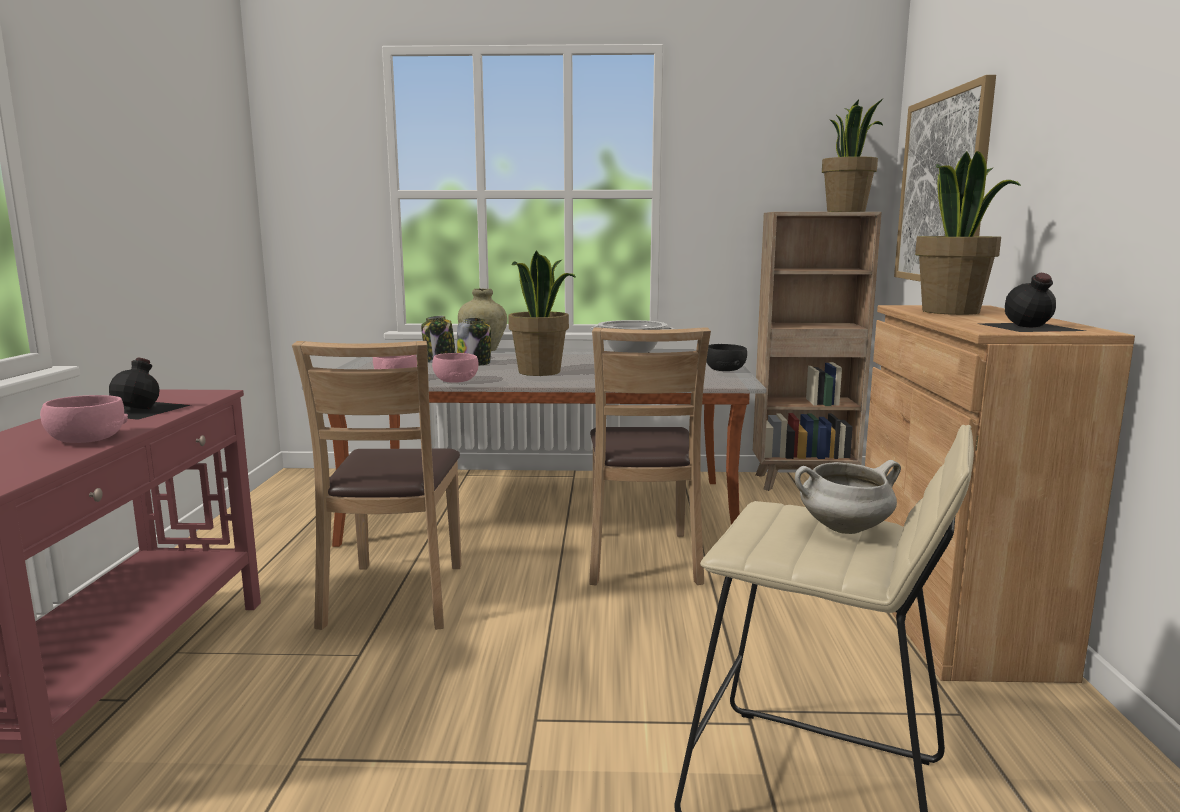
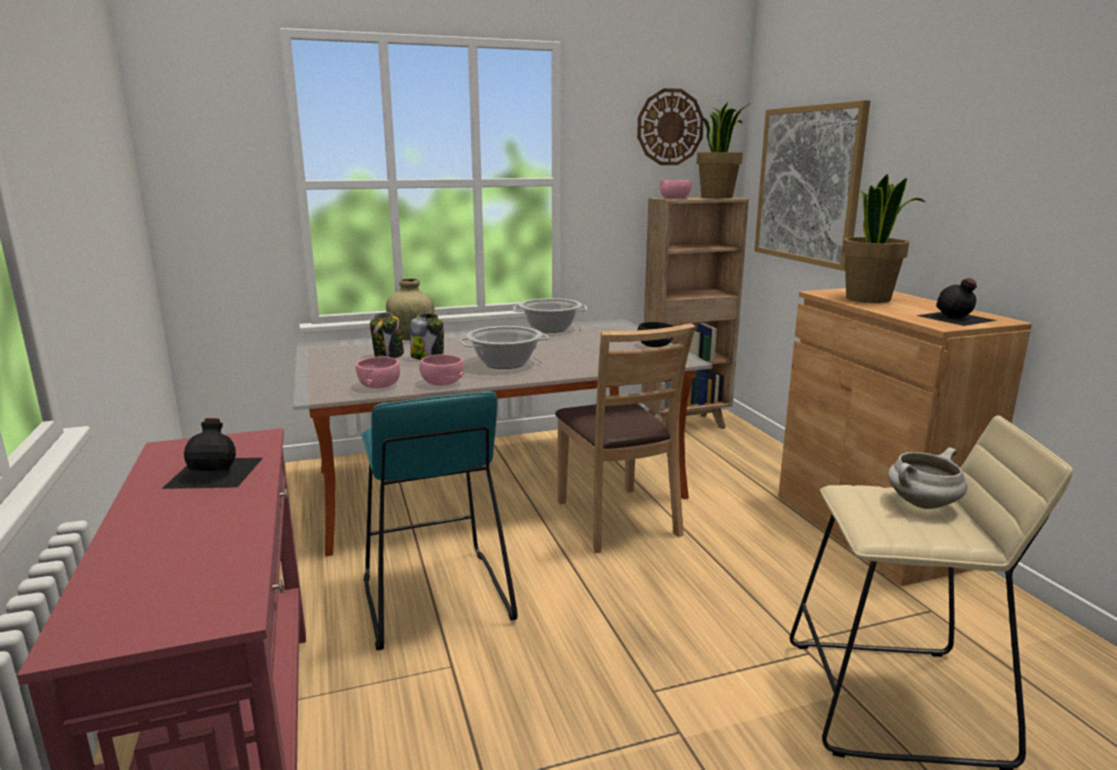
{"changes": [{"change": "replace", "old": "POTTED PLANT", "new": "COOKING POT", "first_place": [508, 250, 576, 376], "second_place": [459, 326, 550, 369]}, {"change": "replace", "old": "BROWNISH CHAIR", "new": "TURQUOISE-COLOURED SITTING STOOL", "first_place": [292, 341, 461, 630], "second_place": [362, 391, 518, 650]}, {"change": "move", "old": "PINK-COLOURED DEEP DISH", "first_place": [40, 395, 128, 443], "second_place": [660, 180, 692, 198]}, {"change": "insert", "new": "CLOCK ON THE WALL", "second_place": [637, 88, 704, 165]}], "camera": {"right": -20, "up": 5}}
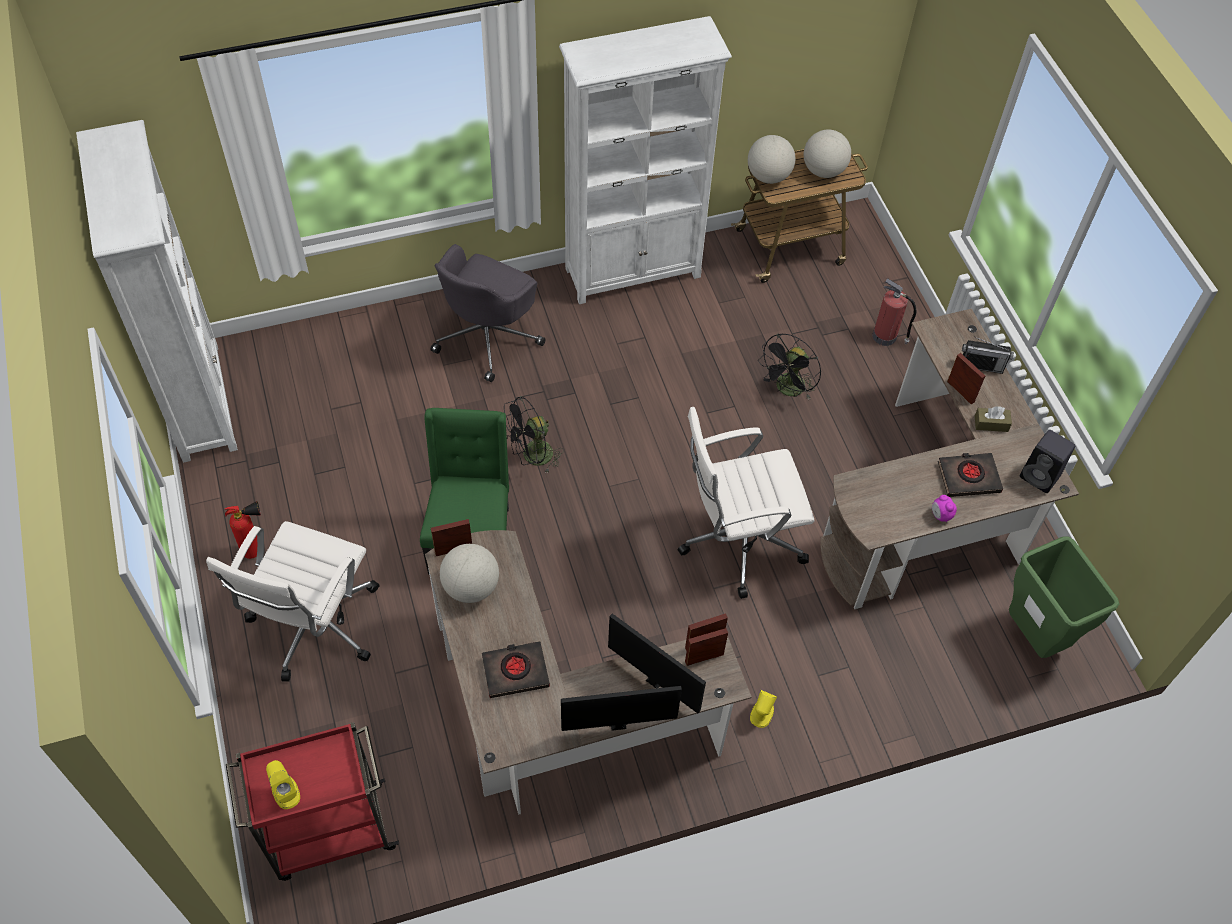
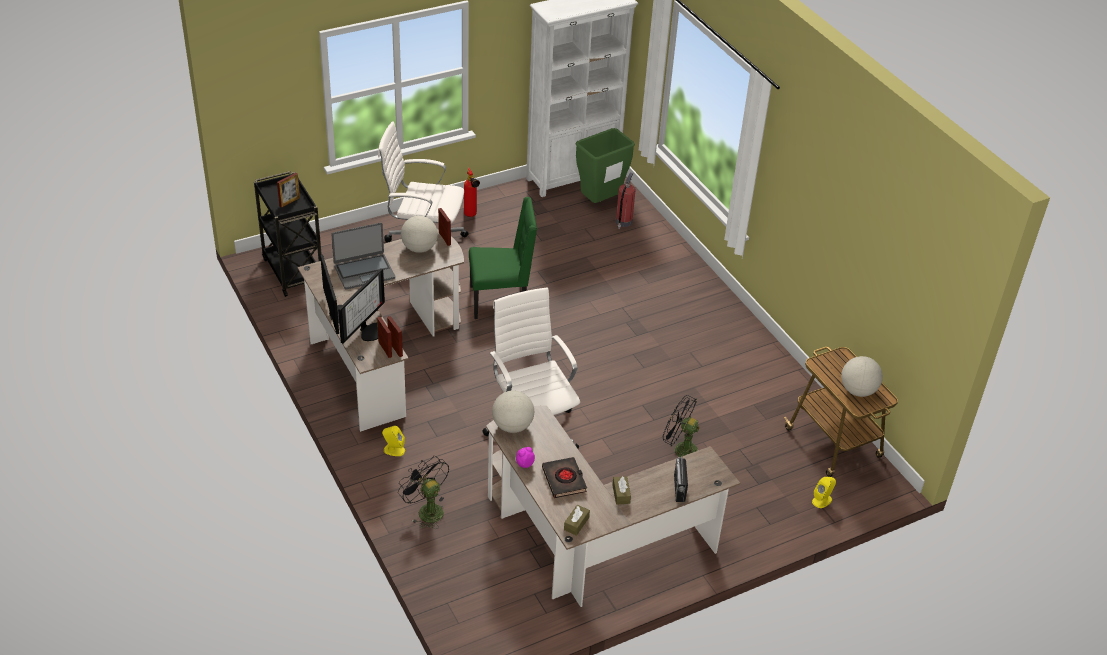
{"changes": [{"change": "delete", "old": "WHITE BOOKCASE", "first_place": [559, 16, 732, 304]}, {"change": "move", "old": "WORLD GLOBE", "first_place": [748, 135, 795, 184], "second_place": [492, 390, 534, 433]}, {"change": "delete", "old": "GRAY OFFICE CHAIR", "first_place": [431, 244, 546, 382]}, {"change": "move", "old": "FIRE EXTINGUISHER", "first_place": [873, 278, 917, 346], "second_place": [616, 172, 635, 229]}, {"change": "move", "old": "STANDING FRAME", "first_place": [947, 353, 985, 404], "second_place": [277, 173, 300, 208]}, {"change": "move", "old": "BLACK COOLING FAN", "first_place": [504, 396, 564, 474], "second_place": [398, 456, 449, 529]}, {"change": "replace", "old": "BLACK AUDIO SPEAKER", "new": "BROWNISH TISSUE BOX", "first_place": [1020, 430, 1075, 493], "second_place": [564, 505, 590, 536]}, {"change": "move", "old": "GREEN-COLOURED RUBBISH BIN", "first_place": [1009, 537, 1119, 658], "second_place": [576, 128, 635, 203]}, {"change": "replace", "old": "BLACK BOUND BOOK", "new": "LAPTOP", "first_place": [482, 641, 550, 698], "second_place": [331, 223, 395, 289]}, {"change": "recolor", "old": "RED TROLLEY", "new": "BLACK TROLLEY", "first_place": [226, 722, 399, 881], "second_place": [254, 171, 322, 297]}, {"change": "move", "old": "YELLOW AUDIO SPEAKER", "first_place": [266, 760, 300, 809], "second_place": [812, 477, 836, 508]}], "camera": {"right": 80, "up": -15}}
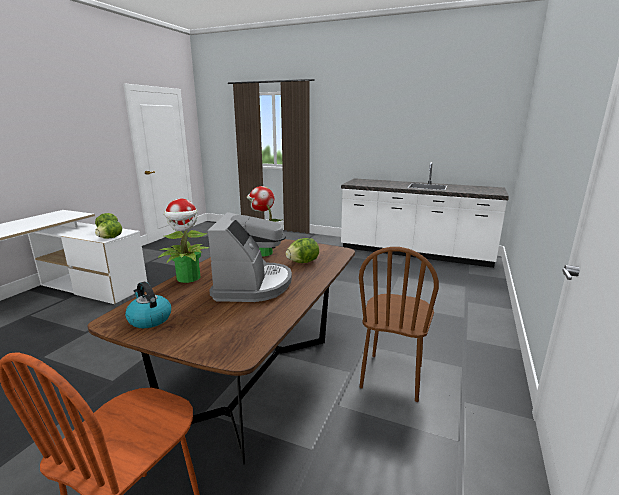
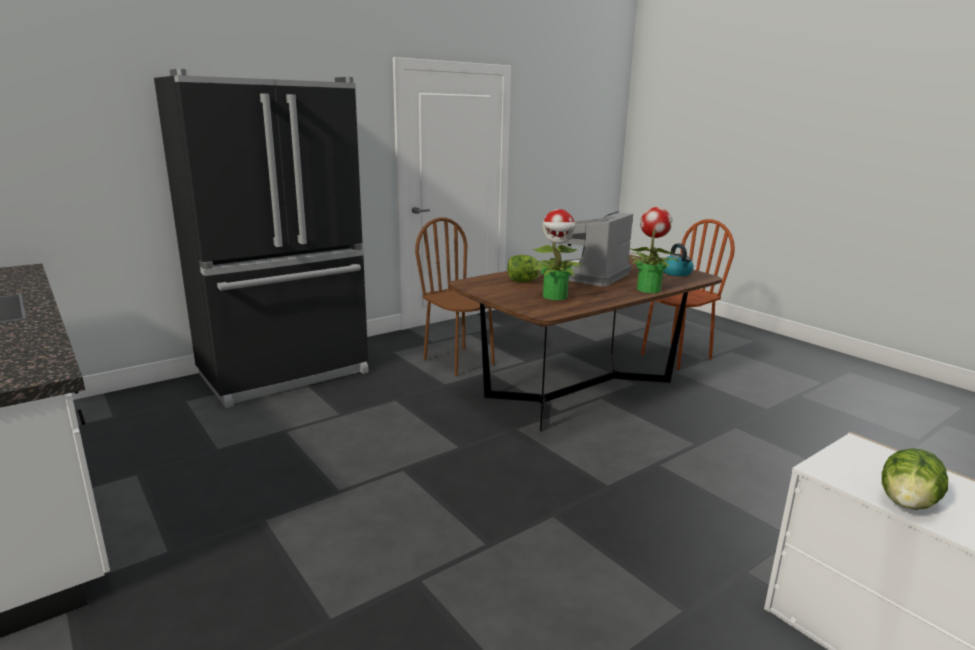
{"changes": [{"change": "delete", "old": "LETTUCE", "first_place": [95, 220, 122, 239]}, {"change": "rotate", "old": "BROWNISH CHAIR", "first_place": [359, 247, 439, 402], "second_place": [415, 217, 495, 376], "degrees": -90}, {"change": "insert", "new": "BLACK FRIDGE", "second_place": [154, 69, 369, 408]}], "camera": {"right": -150, "up": 0}}
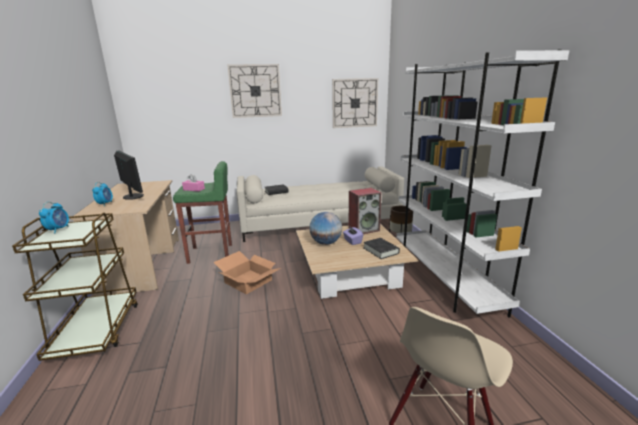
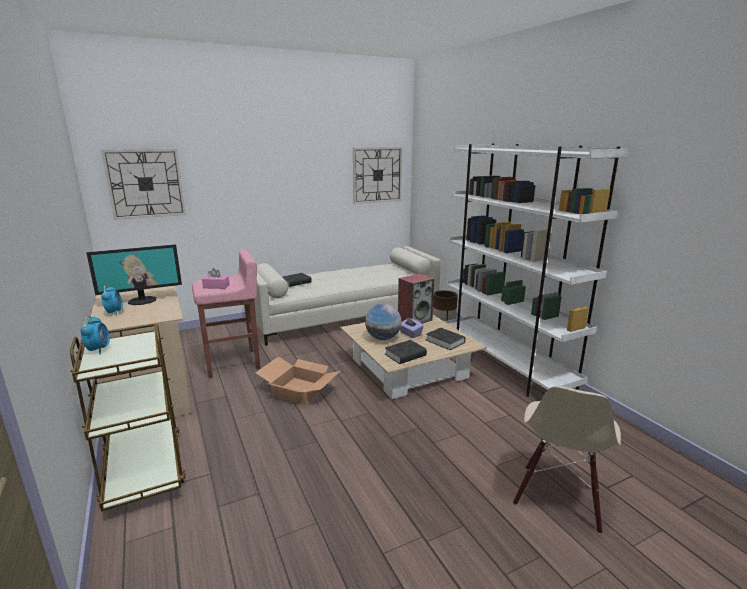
{"changes": [{"change": "move", "old": "CLOCK ON THE WALL", "first_place": [227, 64, 282, 118], "second_place": [101, 149, 186, 220]}, {"change": "rotate", "old": "MONITOR", "first_place": [114, 151, 144, 200], "second_place": [87, 244, 182, 305], "degrees": 120}, {"change": "recolor", "old": "GREEN-COLOURED SITTING STOOL", "new": "PINK-COLOURED SITTING STOOL", "first_place": [173, 161, 232, 264], "second_place": [192, 250, 260, 378]}, {"change": "insert", "new": "BLACK BOUND BOOK", "second_place": [385, 340, 427, 364]}], "camera": {"right": -15, "up": 0}}
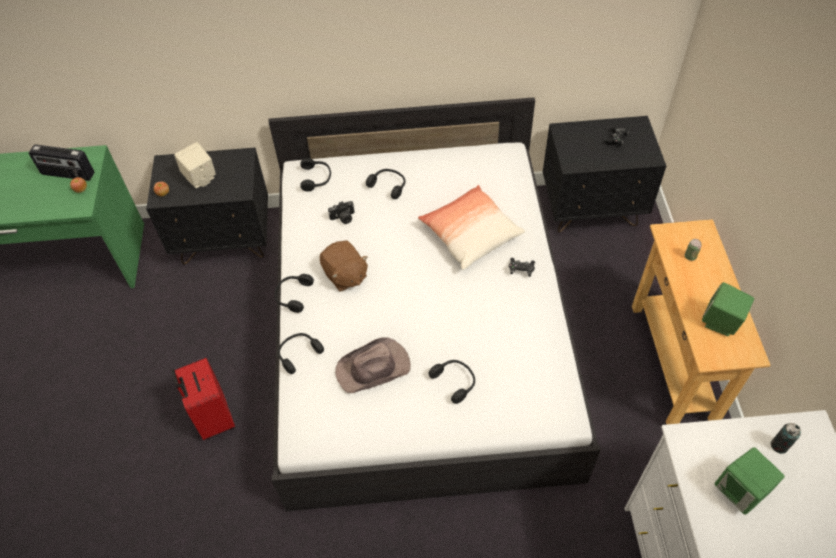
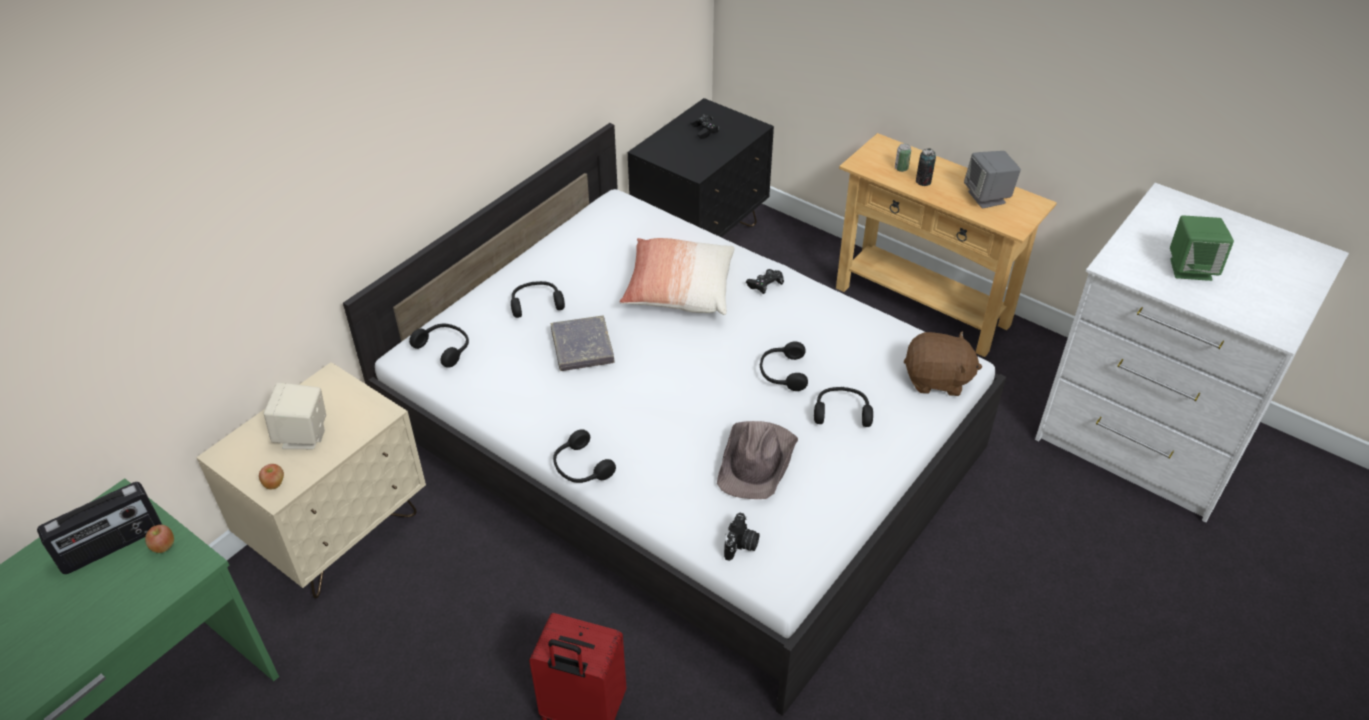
{"changes": [{"change": "recolor", "old": "BLACK NIGHTSTAND", "new": "BEIGE-COLOURED NIGHTSTAND", "first_place": [146, 147, 268, 264], "second_place": [196, 362, 426, 599]}, {"change": "move", "old": "STILL CAMERA", "first_place": [328, 201, 355, 224], "second_place": [724, 513, 760, 561]}, {"change": "move", "old": "BROWNISH SOFT TOY", "first_place": [320, 240, 368, 291], "second_place": [904, 331, 982, 396]}, {"change": "recolor", "old": "GREEN-COLOURED AUDIO SPEAKER", "new": "GRAY AUDIO SPEAKER", "first_place": [702, 282, 754, 336], "second_place": [964, 151, 1021, 209]}, {"change": "move", "old": "BLACK HEADSET", "first_place": [278, 333, 324, 374], "second_place": [760, 342, 808, 391]}, {"change": "move", "old": "SEALED CAN", "first_place": [771, 423, 801, 454], "second_place": [916, 149, 936, 186]}, {"change": "insert", "new": "GRAY BOUND BOOK", "second_place": [551, 315, 614, 371]}], "camera": {"right": -50, "up": -10}}
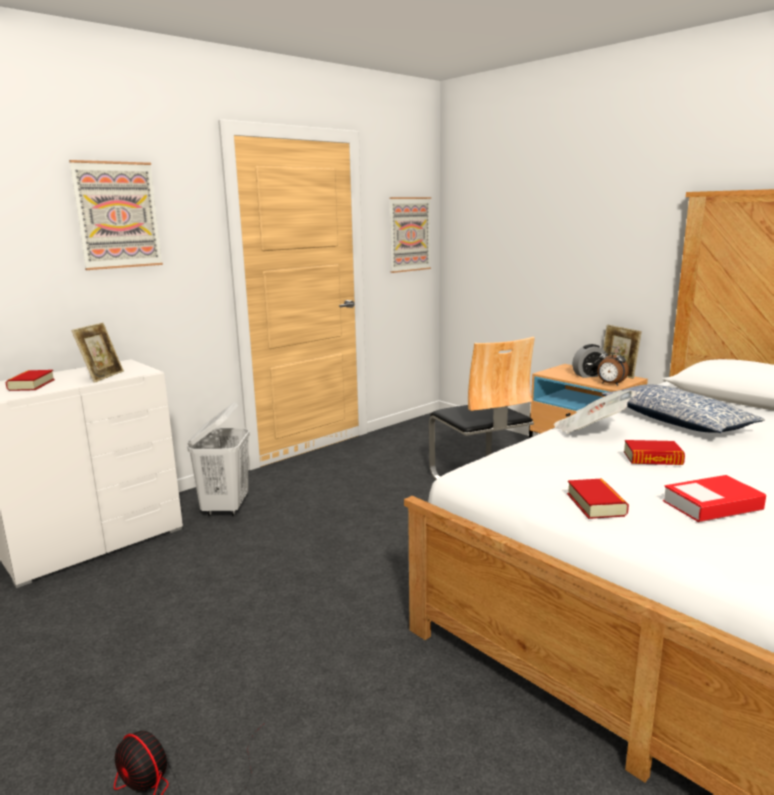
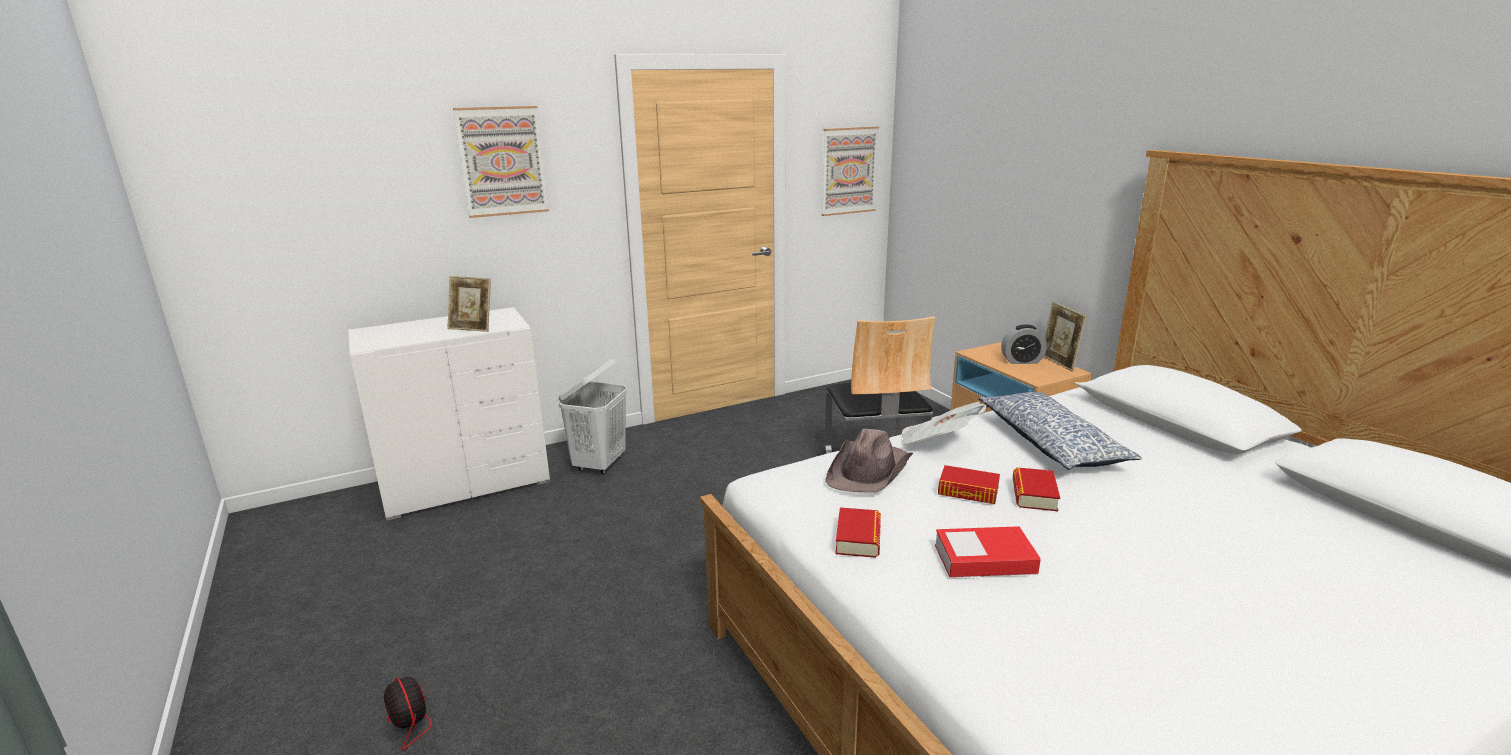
{"changes": [{"change": "rotate", "old": "STANDING FRAME", "first_place": [72, 323, 124, 383], "second_place": [447, 276, 491, 332], "degrees": 75}, {"change": "delete", "old": "BEDSIDE CLOCK", "first_place": [597, 346, 629, 386]}, {"change": "move", "old": "BOUND BOOK", "first_place": [5, 370, 55, 391], "second_place": [1013, 467, 1060, 511]}, {"change": "insert", "new": "BROWNISH WEARABLE HAT", "second_place": [825, 429, 913, 493]}], "camera": {"right": 15, "up": 5}}
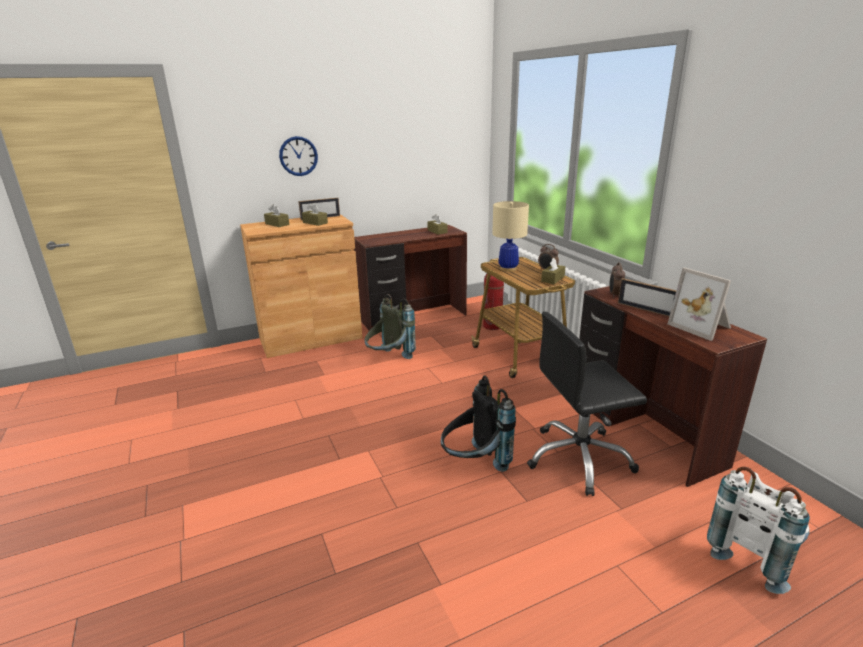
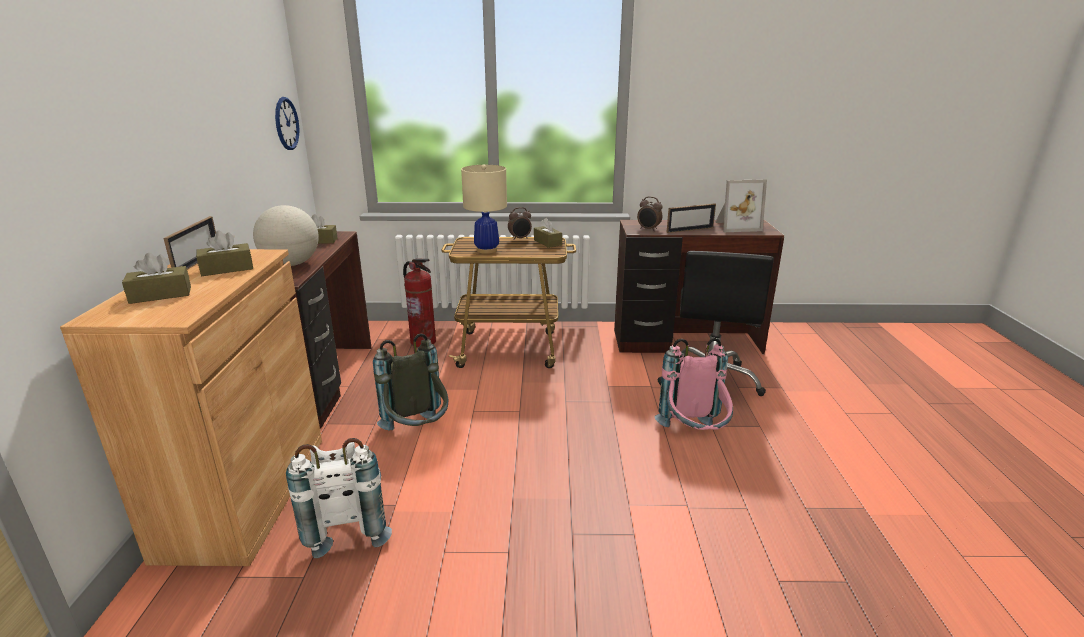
{"changes": [{"change": "move", "old": "CLOCK ON THE WALL", "first_place": [279, 136, 318, 176], "second_place": [275, 97, 299, 150]}, {"change": "recolor", "old": "BLACK RUCKSACK", "new": "PINK-COLOURED RUCKSACK", "first_place": [441, 375, 516, 472], "second_place": [654, 338, 733, 430]}, {"change": "move", "old": "WHITE RUCKSACK", "first_place": [707, 467, 810, 594], "second_place": [286, 438, 392, 558]}, {"change": "insert", "new": "WORLD GLOBE", "second_place": [253, 205, 319, 266]}], "camera": {"right": -65, "up": 0}}
